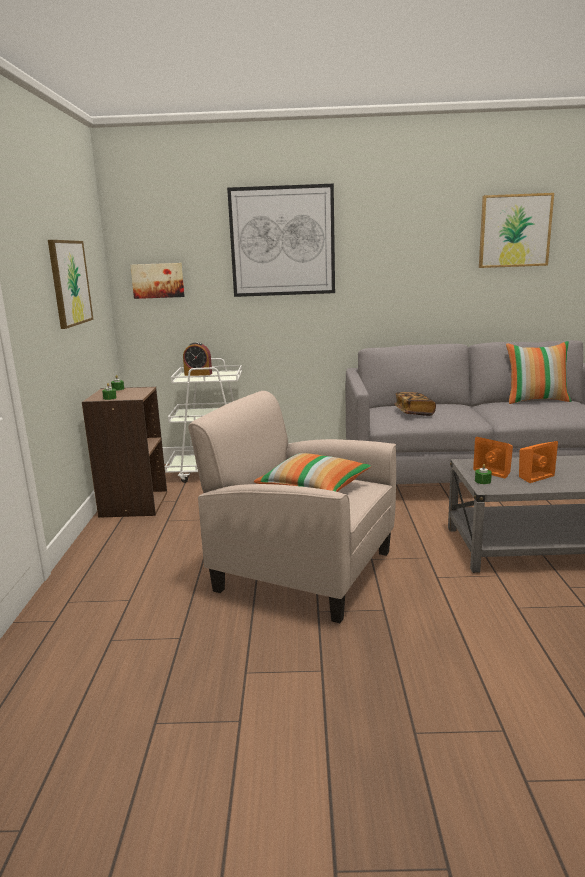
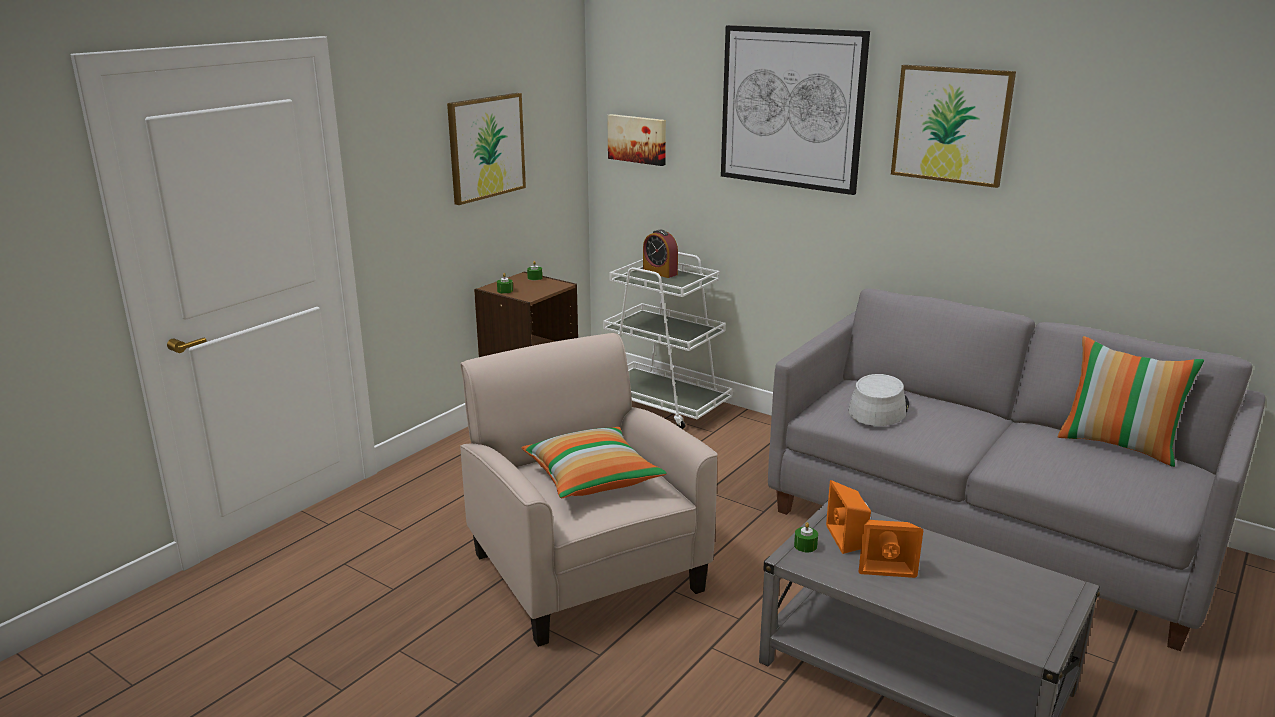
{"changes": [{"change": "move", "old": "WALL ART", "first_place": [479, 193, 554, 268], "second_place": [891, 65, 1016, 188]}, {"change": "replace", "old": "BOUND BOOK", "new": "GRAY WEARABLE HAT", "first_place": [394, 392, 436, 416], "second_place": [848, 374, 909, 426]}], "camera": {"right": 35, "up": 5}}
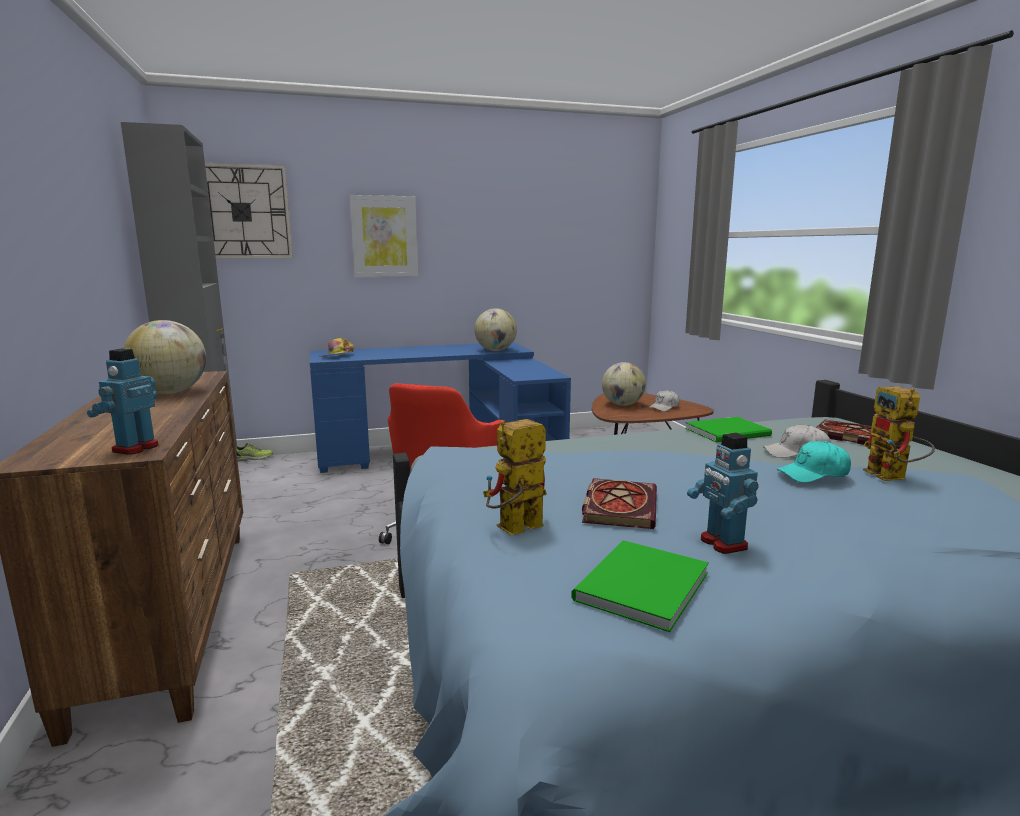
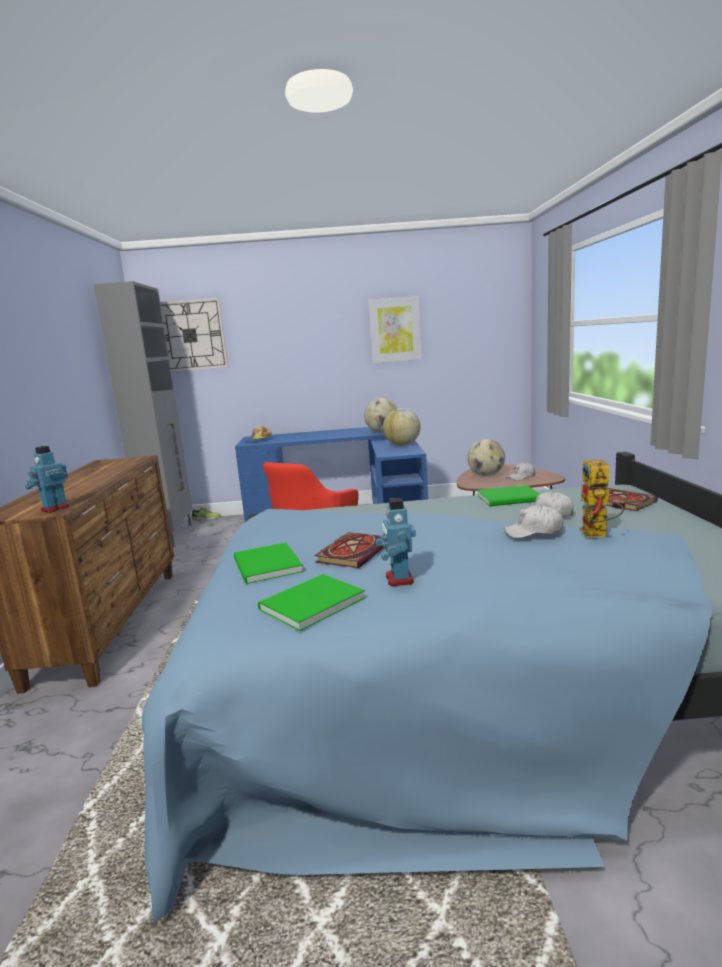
{"changes": [{"change": "move", "old": "WALL ART", "first_place": [349, 195, 418, 277], "second_place": [368, 296, 422, 363]}, {"change": "move", "old": "WORLD GLOBE", "first_place": [123, 320, 206, 394], "second_place": [383, 408, 421, 446]}, {"change": "replace", "old": "ROBOT FIGURE", "new": "GREEN-COLOURED BOUND BOOK", "first_place": [483, 419, 546, 535], "second_place": [234, 542, 304, 584]}, {"change": "recolor", "old": "TURQUOISE-COLOURED CAP", "new": "WHITE CAP", "first_place": [777, 441, 851, 483], "second_place": [504, 505, 563, 538]}], "camera": {"right": 15, "up": 0}}
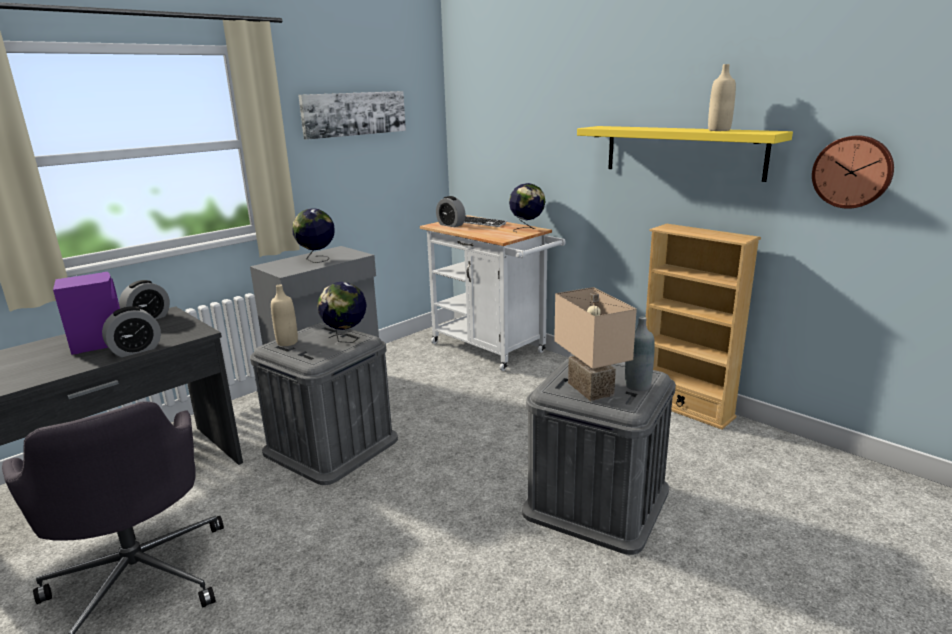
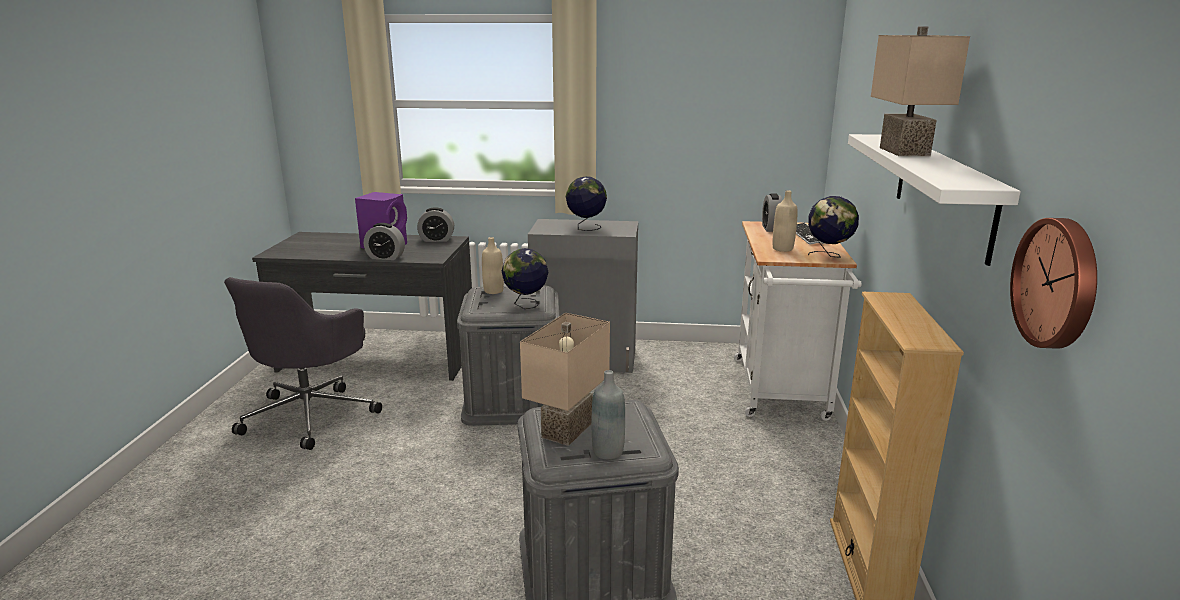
{"changes": [{"change": "move", "old": "BEIGE-COLOURED BEVERAGE BOTTLE", "first_place": [708, 64, 736, 131], "second_place": [773, 191, 798, 252]}, {"change": "delete", "old": "WALL ART", "first_place": [298, 91, 406, 140]}, {"change": "recolor", "old": "YELLOW WALL SHELF", "new": "WHITE WALL SHELF", "first_place": [577, 126, 793, 182], "second_place": [848, 134, 1021, 266]}, {"change": "insert", "new": "BEIGE-COLOURED TABLE LAMP", "second_place": [871, 26, 970, 156]}], "camera": {"right": 50, "up": 0}}
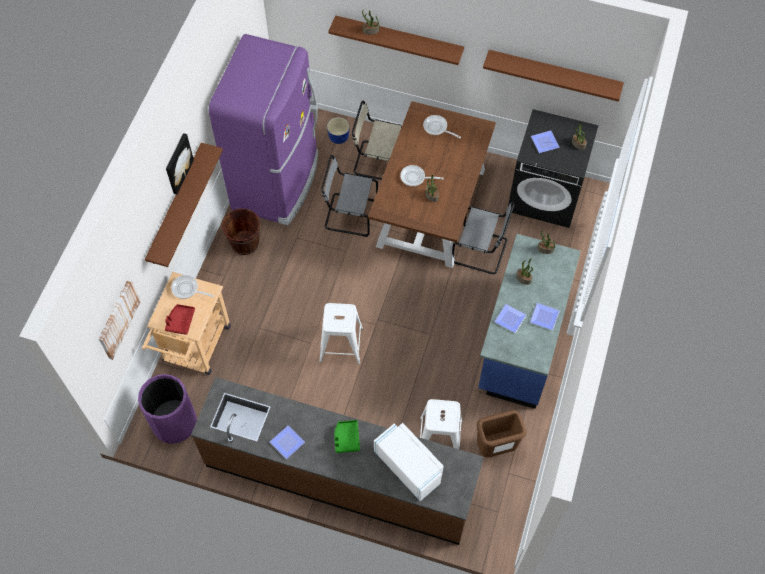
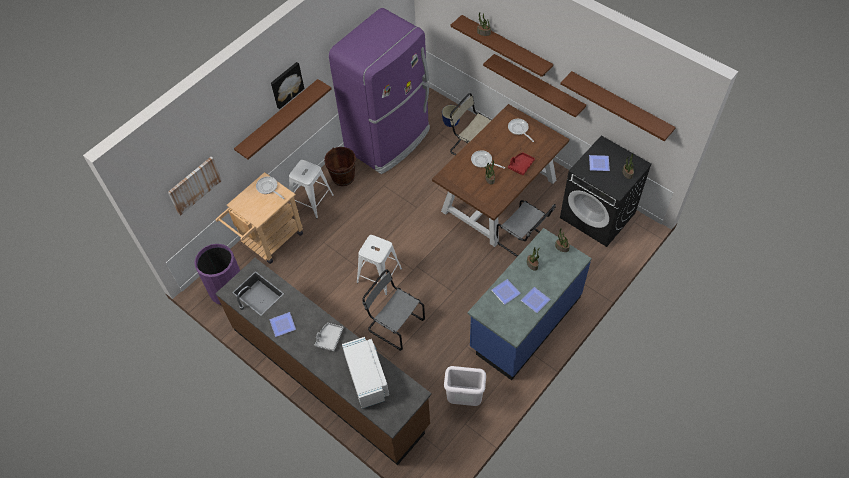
{"changes": [{"change": "move", "old": "GRAY CHAIR", "first_place": [321, 155, 378, 237], "second_place": [362, 270, 425, 351]}, {"change": "move", "old": "RED CARRYING TRAY", "first_place": [165, 304, 195, 335], "second_place": [508, 152, 535, 175]}, {"change": "move", "old": "WHITE SITTING STOOL", "first_place": [420, 399, 462, 449], "second_place": [289, 160, 334, 218]}, {"change": "recolor", "old": "BROWNISH RUBBISH BIN", "new": "WHITE RUBBISH BIN", "first_place": [477, 410, 527, 458], "second_place": [444, 366, 486, 406]}, {"change": "recolor", "old": "GREEN-COLOURED CARRYING TRAY", "new": "GRAY CARRYING TRAY", "first_place": [334, 420, 360, 453], "second_place": [315, 323, 343, 351]}, {"change": "insert", "new": "BROWNISH WALL SHELF", "second_place": [483, 54, 586, 118]}], "camera": {"right": 25, "up": -5}}
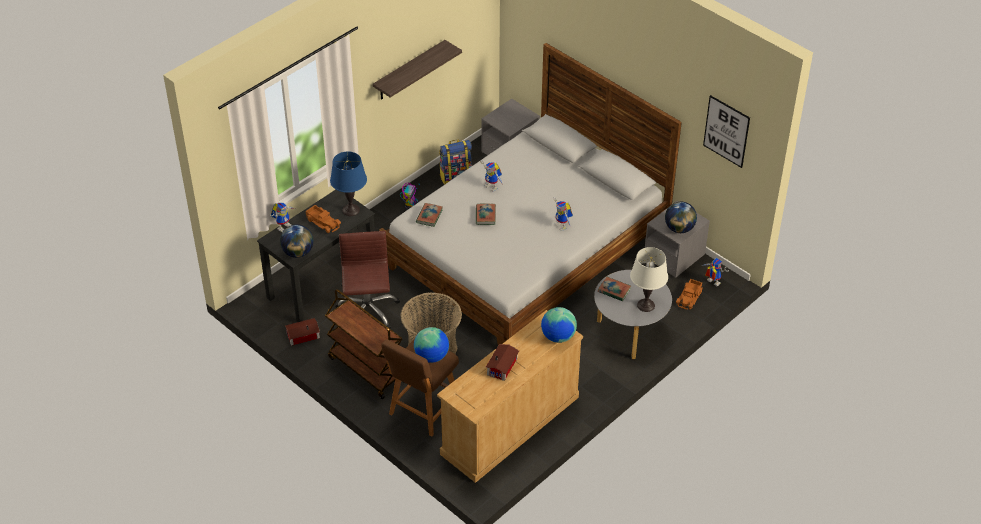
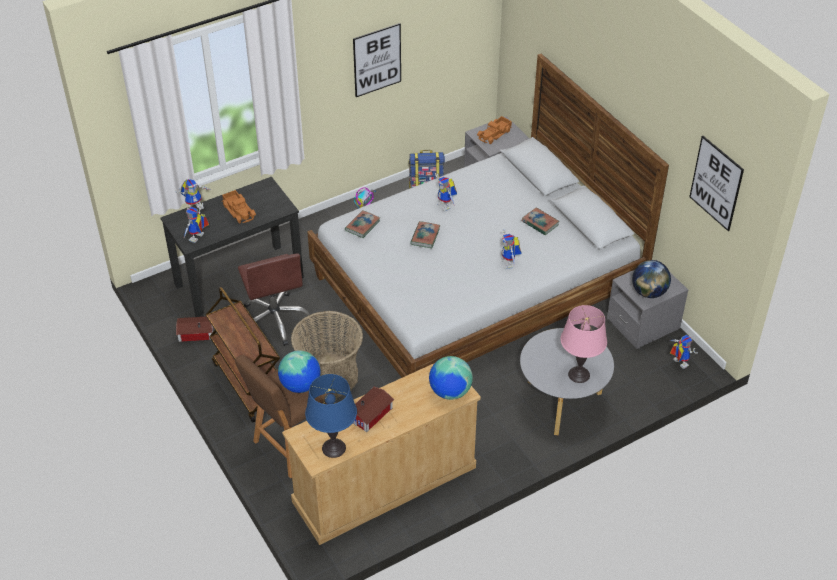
{"changes": [{"change": "replace", "old": "WALL SHELF", "new": "WALL ART", "first_place": [373, 40, 462, 100], "second_place": [353, 23, 401, 97]}, {"change": "move", "old": "BLUE TABLE LAMP", "first_place": [330, 151, 367, 216], "second_place": [305, 374, 357, 458]}, {"change": "replace", "old": "WORLD GLOBE", "new": "ROBOT FIGURE", "first_place": [280, 224, 313, 258], "second_place": [184, 203, 209, 243]}, {"change": "rotate", "old": "BROWNISH OFFICE CHAIR", "first_place": [335, 231, 400, 328], "second_place": [238, 253, 312, 346], "degrees": 150}, {"change": "recolor", "old": "WHITE TABLE LAMP", "new": "PINK-COLOURED TABLE LAMP", "first_place": [630, 247, 668, 312], "second_place": [561, 305, 607, 383]}, {"change": "move", "old": "BOUND BOOK", "first_place": [598, 277, 631, 301], "second_place": [522, 207, 559, 235]}, {"change": "move", "old": "MODEL TRUCK", "first_place": [676, 279, 703, 310], "second_place": [477, 116, 512, 144]}], "camera": {"right": 15, "up": 0}}
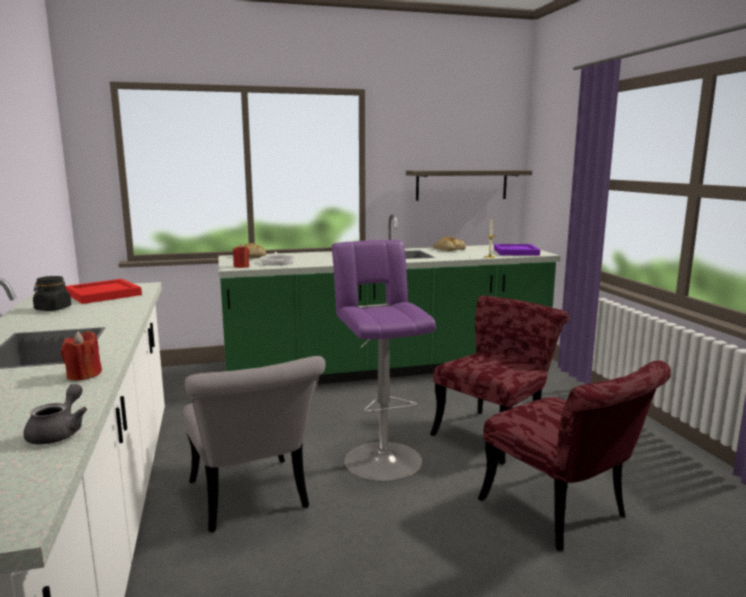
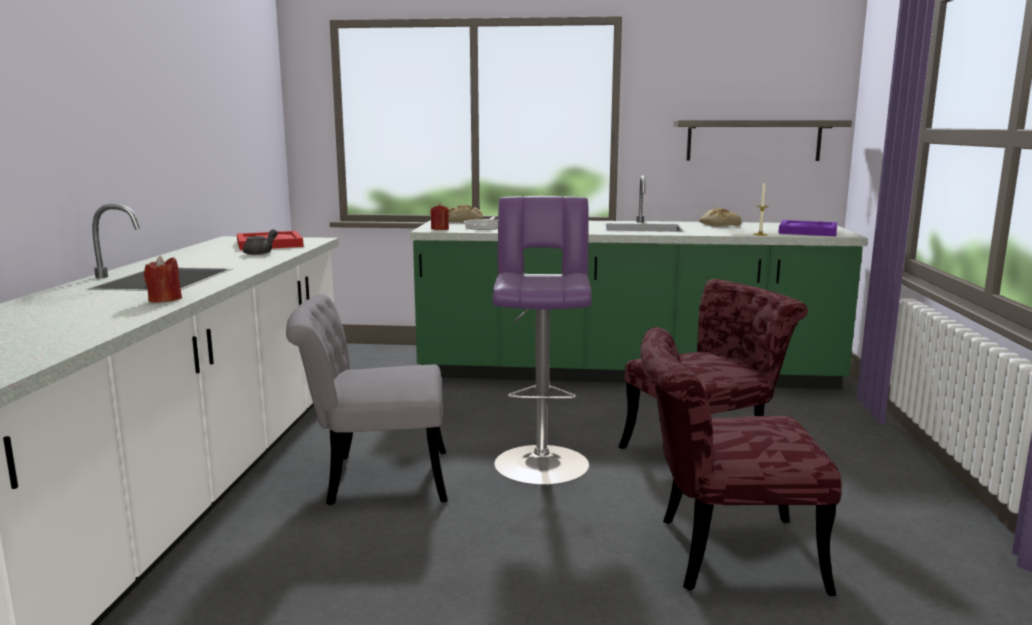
{"changes": [{"change": "delete", "old": "BLACK PRESERVE JAR", "first_place": [33, 276, 71, 311]}, {"change": "rotate", "old": "GRAY CHAIR", "first_place": [183, 356, 325, 533], "second_place": [286, 294, 448, 505], "degrees": 90}, {"change": "rotate", "old": "RED CHAIR", "first_place": [478, 360, 671, 551], "second_place": [640, 327, 842, 596], "degrees": 105}, {"change": "move", "old": "GRAY TEAPOT", "first_place": [23, 384, 87, 444], "second_place": [243, 229, 278, 255]}], "camera": {"right": 20, "up": 0}}
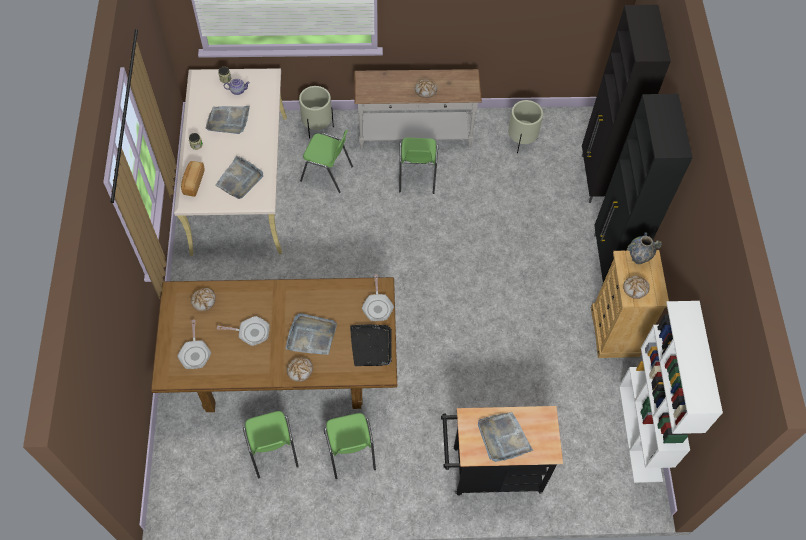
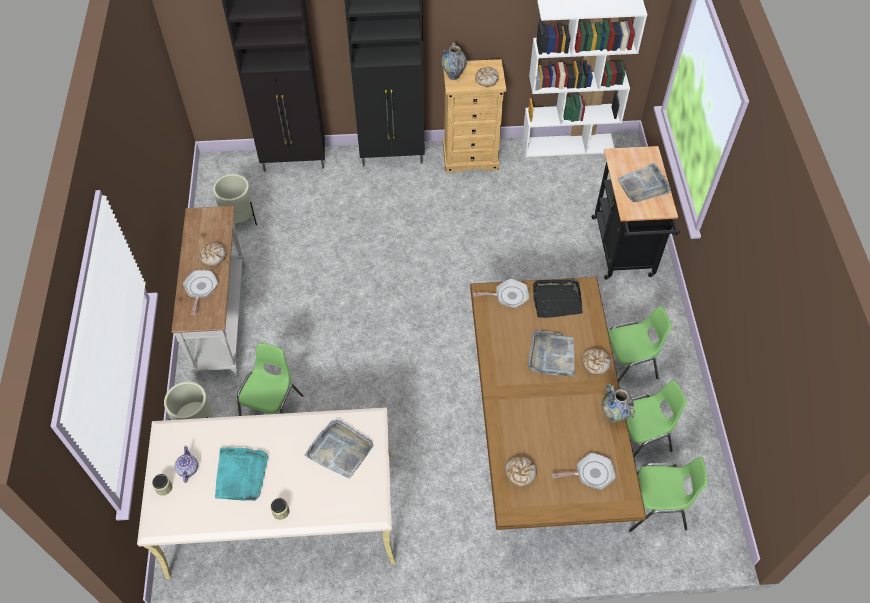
{"changes": [{"change": "recolor", "old": "GRAY CARRYING TRAY", "new": "TURQUOISE-COLOURED CARRYING TRAY", "first_place": [206, 106, 250, 134], "second_place": [215, 447, 268, 501]}, {"change": "move", "old": "GREEN-COLOURED CHAIR", "first_place": [399, 138, 438, 194], "second_place": [629, 457, 708, 532]}, {"change": "delete", "old": "BAKED BREAD", "first_place": [181, 161, 205, 197]}, {"change": "move", "old": "FRYING PAN", "first_place": [217, 316, 270, 346], "second_place": [183, 270, 218, 315]}, {"change": "insert", "new": "DECORATIVE VASE", "second_place": [602, 384, 635, 423]}], "camera": {"right": -90, "up": -5}}
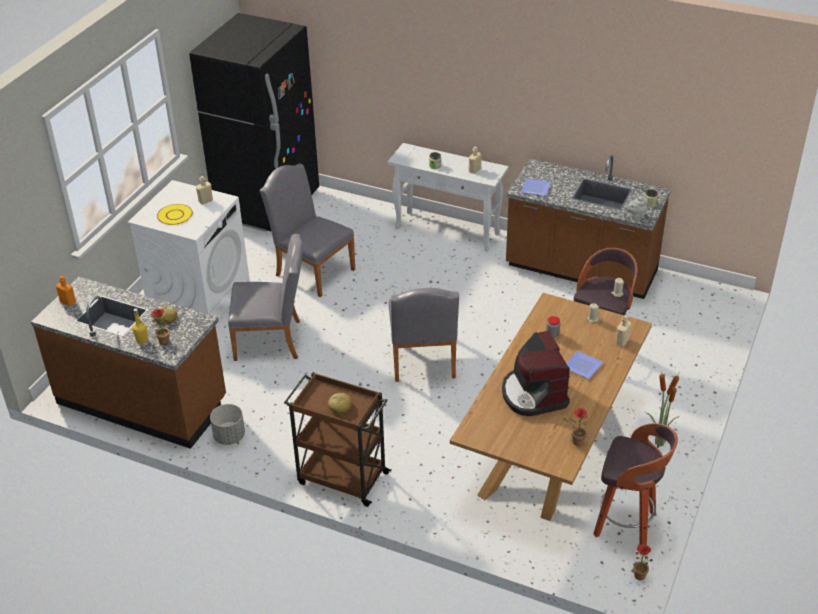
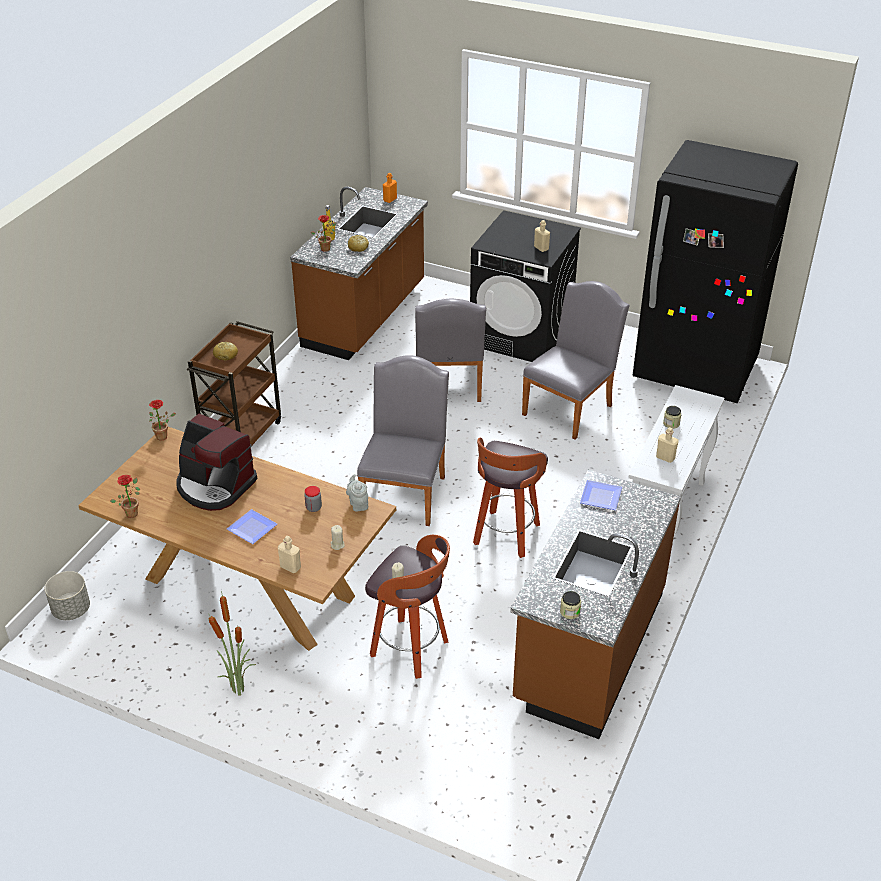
{"changes": [{"change": "recolor", "old": "WHITE LAUNDRY APPLIANCE", "new": "BLACK LAUNDRY APPLIANCE", "first_place": [128, 180, 250, 319], "second_place": [470, 210, 581, 362]}, {"change": "move", "old": "GRAY TEAPOT", "first_place": [625, 196, 648, 220], "second_place": [346, 474, 368, 512]}, {"change": "delete", "old": "YELLOW FLAT DISH", "first_place": [157, 204, 193, 225]}, {"change": "rotate", "old": "GRAY CHAIR", "first_place": [388, 288, 459, 382], "second_place": [357, 355, 449, 526], "degrees": 105}, {"change": "rotate", "old": "COFFEE MACHINE", "first_place": [502, 331, 570, 416], "second_place": [176, 414, 257, 511], "degrees": -135}, {"change": "move", "old": "GRAY FLOWER POT", "first_place": [210, 404, 245, 445], "second_place": [45, 571, 90, 620]}, {"change": "move", "old": "SITTING STOOL", "first_place": [593, 423, 678, 546], "second_place": [473, 438, 548, 558]}, {"change": "move", "old": "POTTED PLANT", "first_place": [631, 544, 653, 580], "second_place": [149, 400, 176, 441]}], "camera": {"right": 90, "up": 0}}
